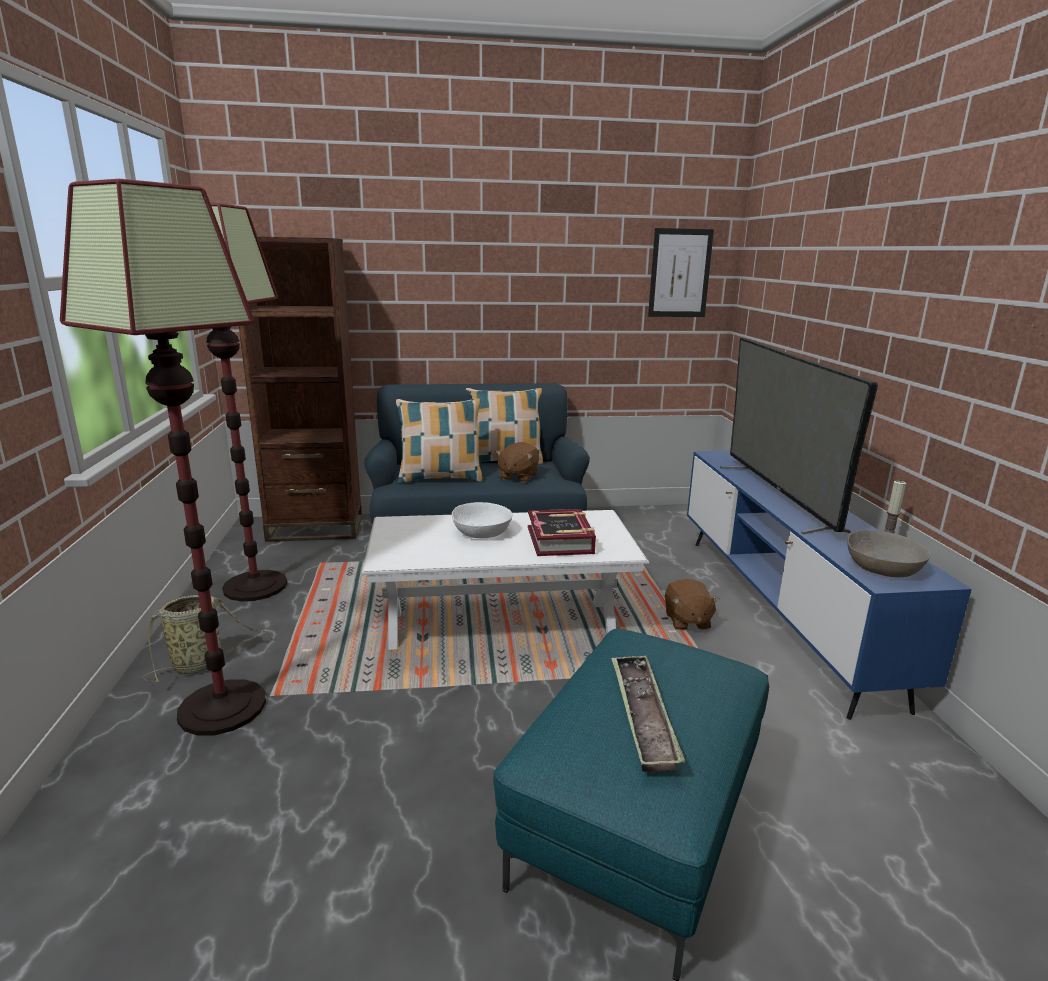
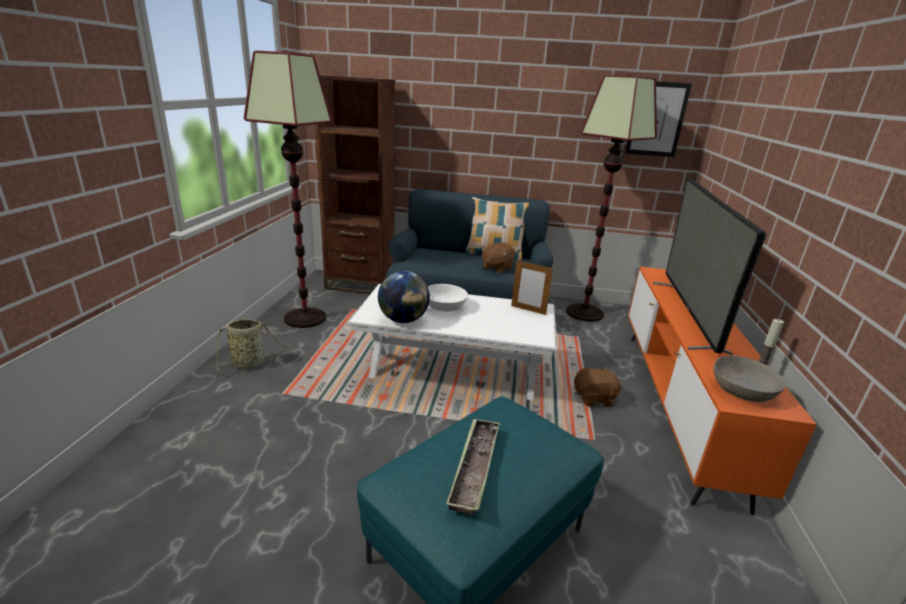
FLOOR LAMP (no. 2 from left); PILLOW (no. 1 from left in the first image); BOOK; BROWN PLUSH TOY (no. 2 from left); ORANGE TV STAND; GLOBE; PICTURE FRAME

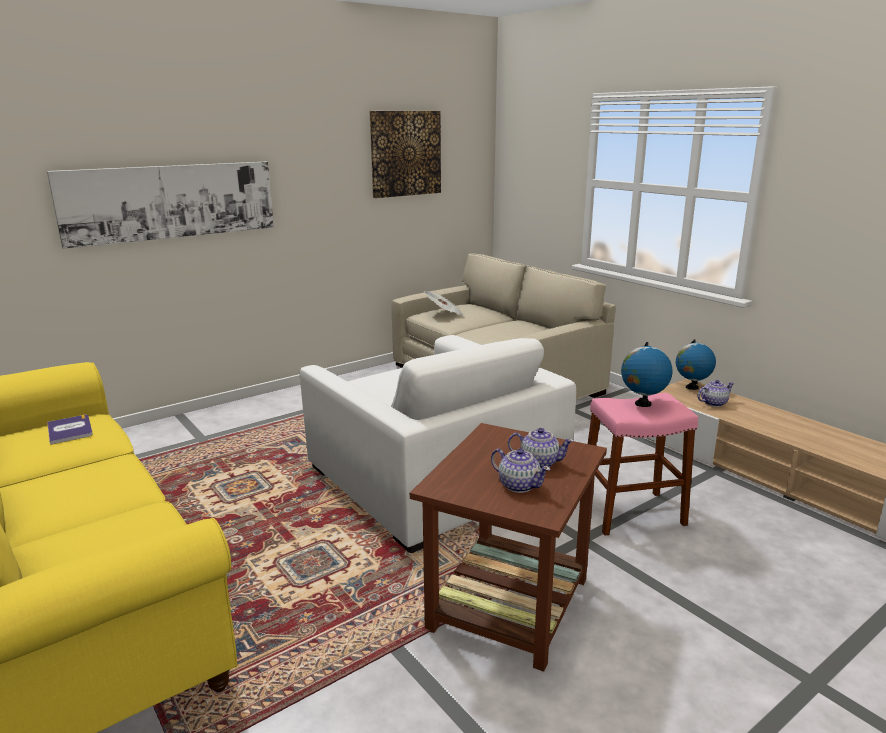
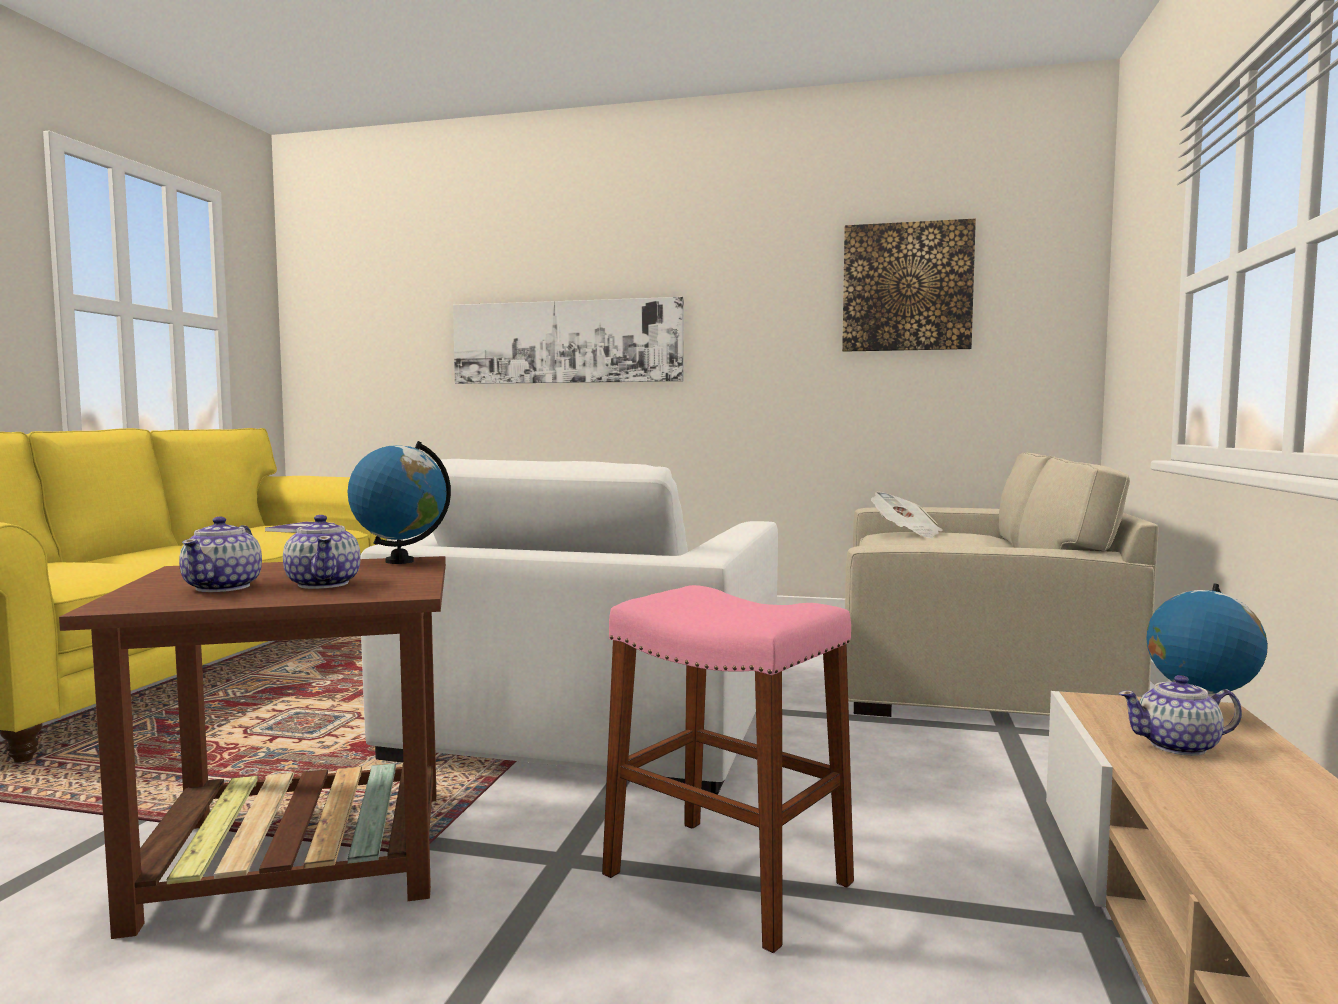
GLOBE (no. 1 from left); TEAPOT (no. 3 from left)

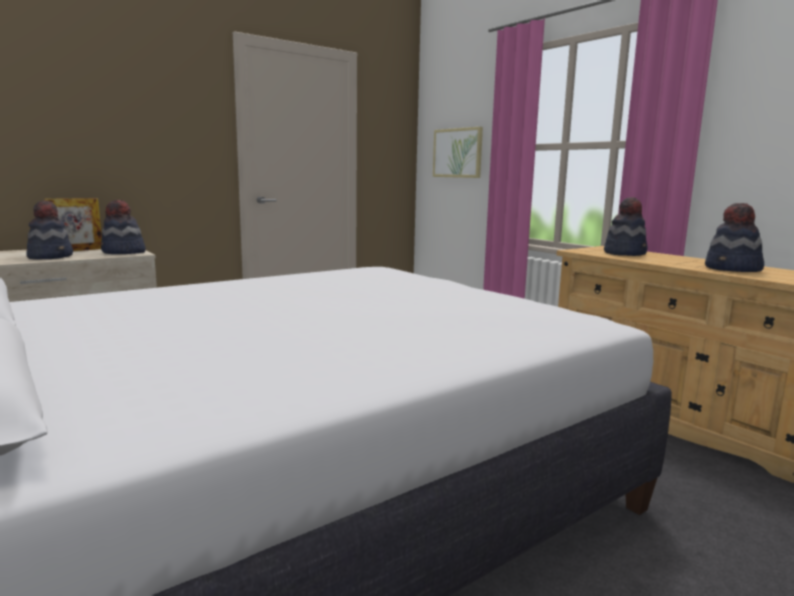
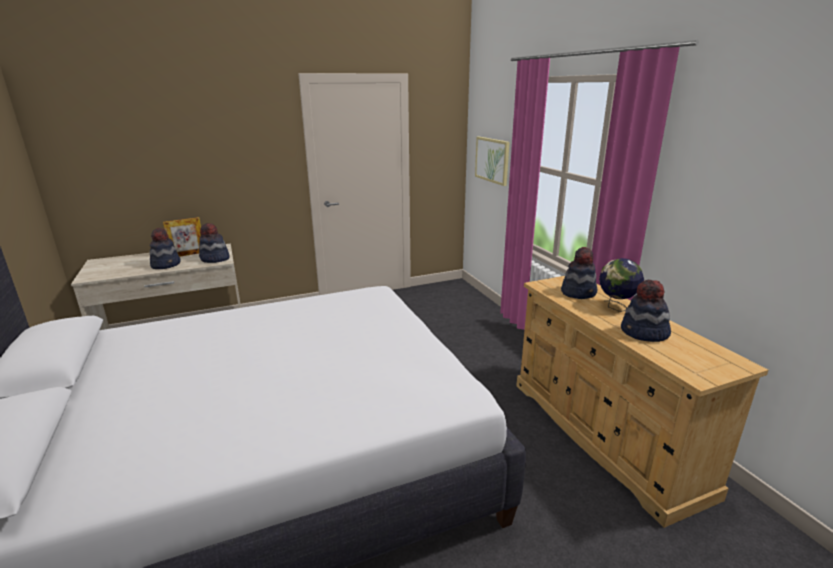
GLOBE

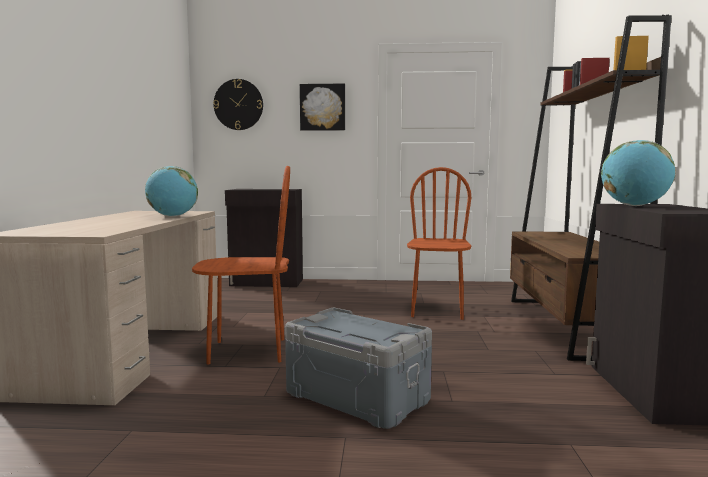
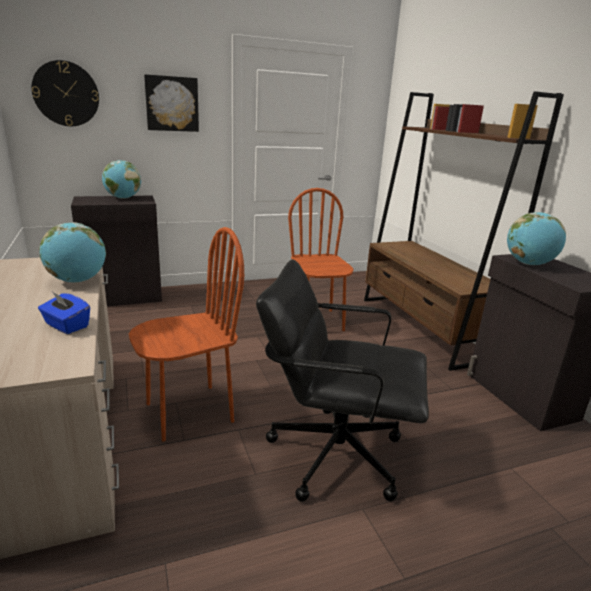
BLACK OFFICE CHAIR; BLUE TISSUE BOX; GLOBE (no. 2 from left)

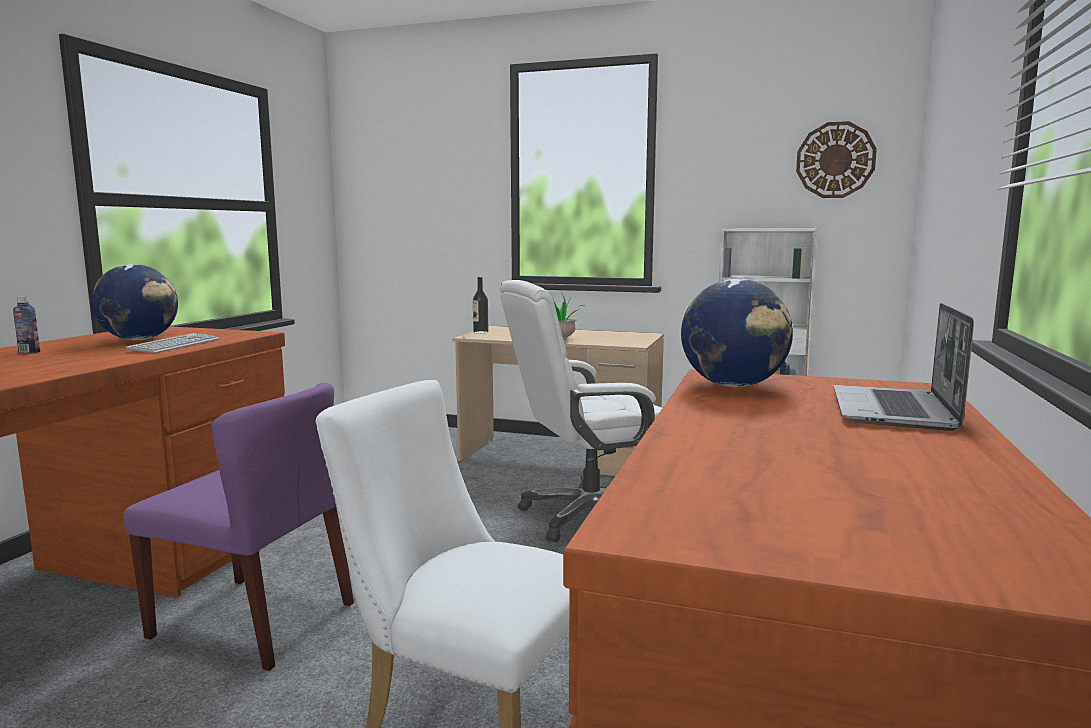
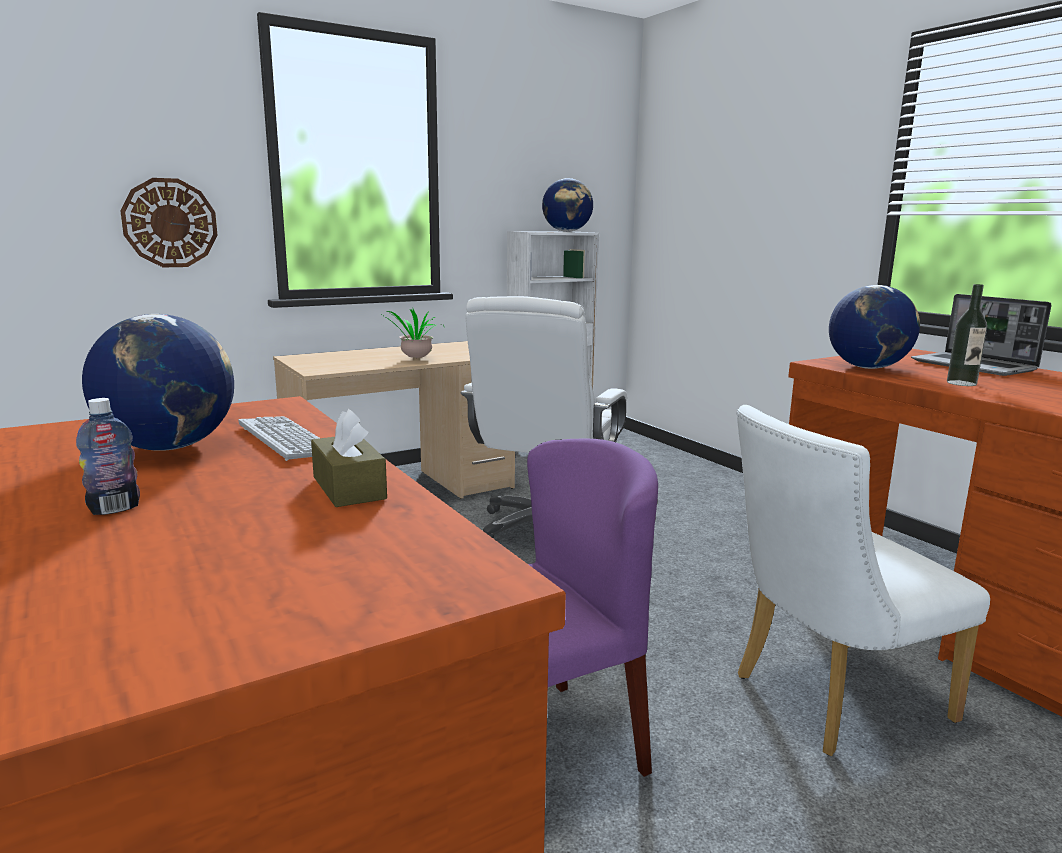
BOTTLE (no. 2 from left); WALL CLOCK; BROWN TISSUE BOX; GLOBE (no. 2 from left)

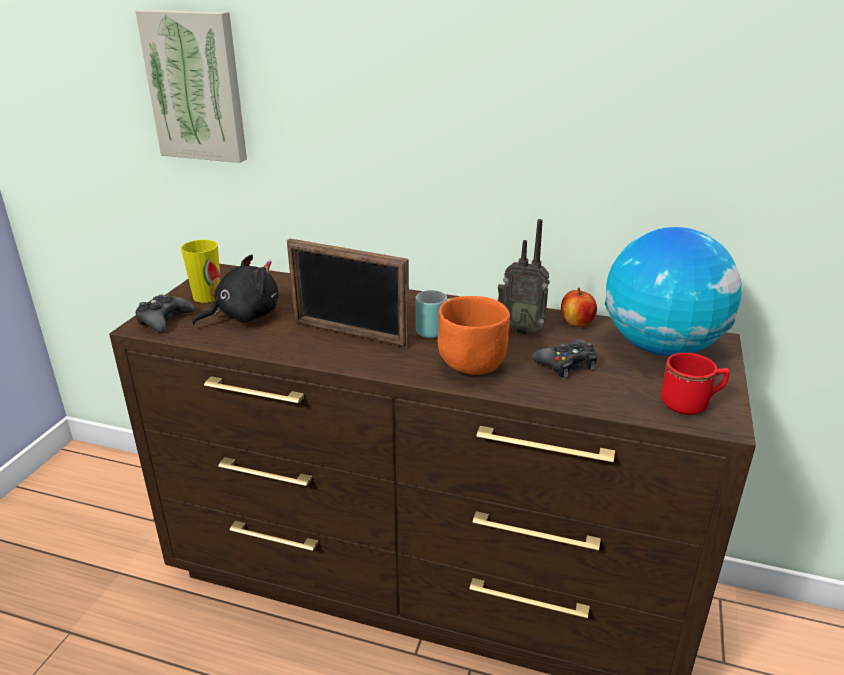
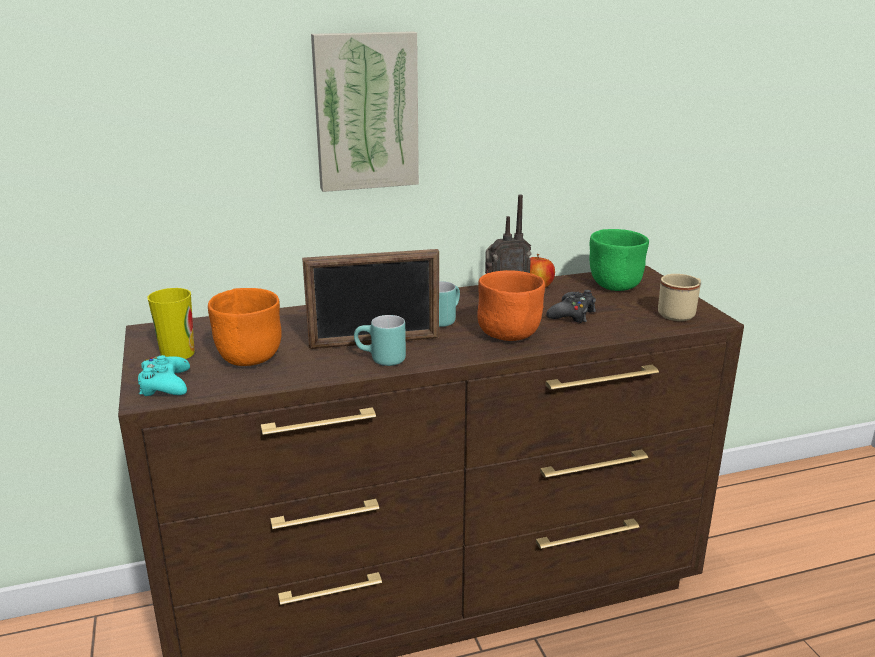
PICTURE; TURQUOISE GAME CONTROLLER; ORANGE BOWL (no. 1 from left); GREEN BOWL; BEIGE MUG; TURQUOISE MUG (no. 1 from left)

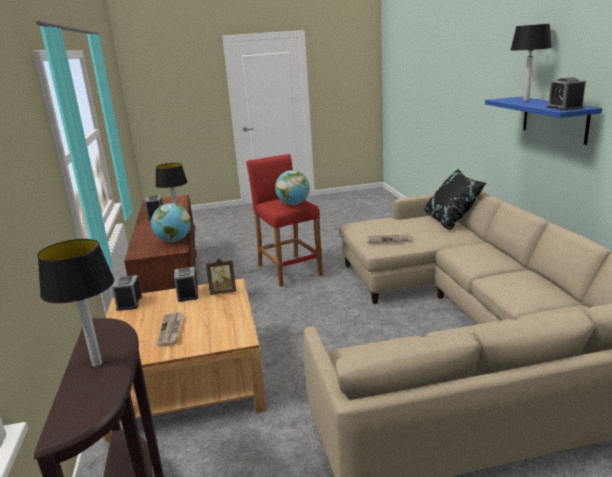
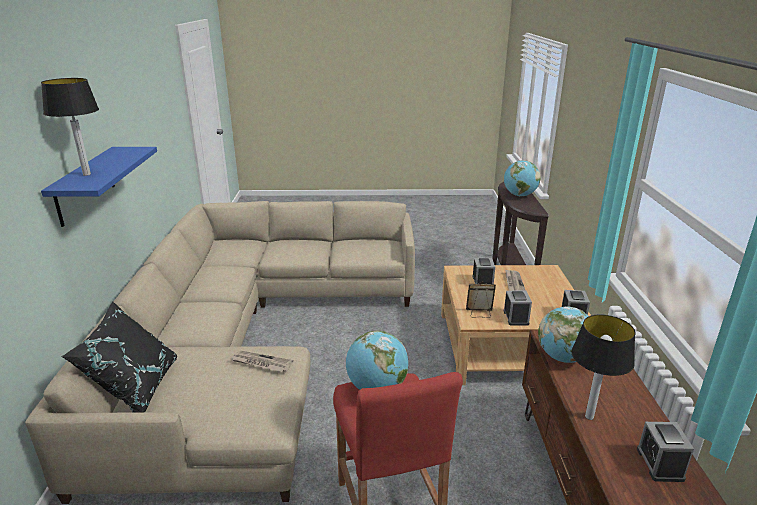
GLOBE (no. 2 from left); ALARM CLOCK (no. 1 from left)

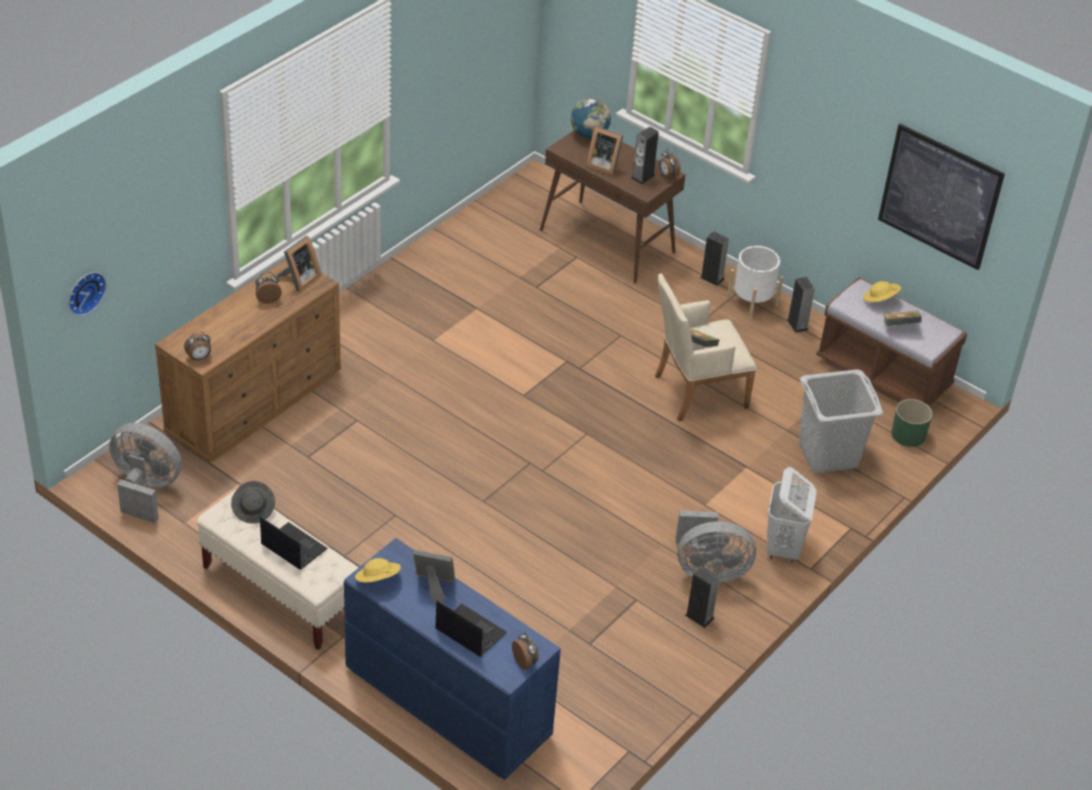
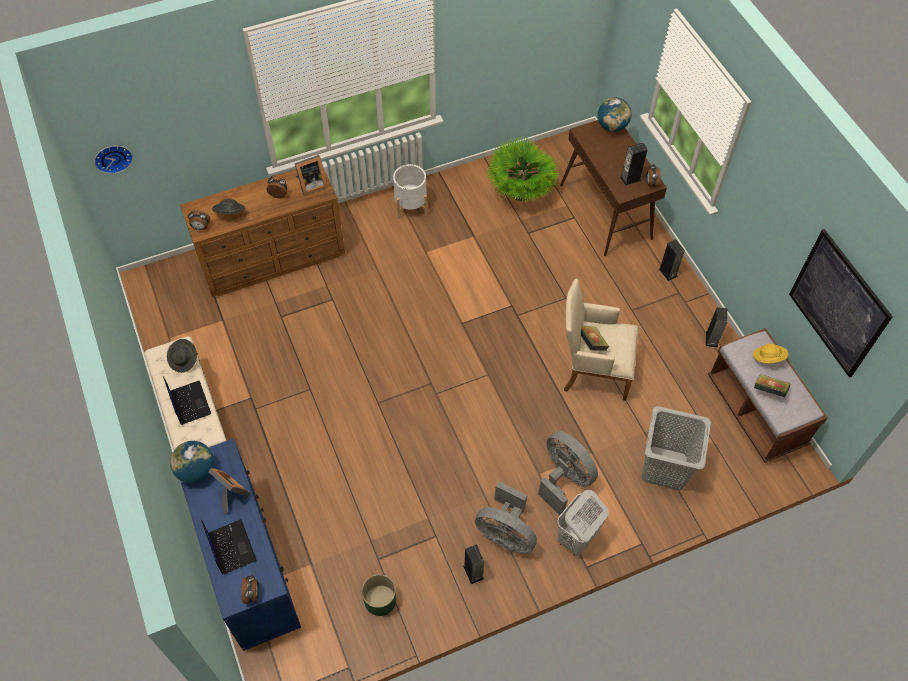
GREY FAN (no. 2 from left); GLOBE (no. 1 from left); PICTURE FRAME (no. 3 from left in the first image); WHITE PLANTER; GREEN PLANTER; GREY HAT (no. 2 from left); POTTED PLANT

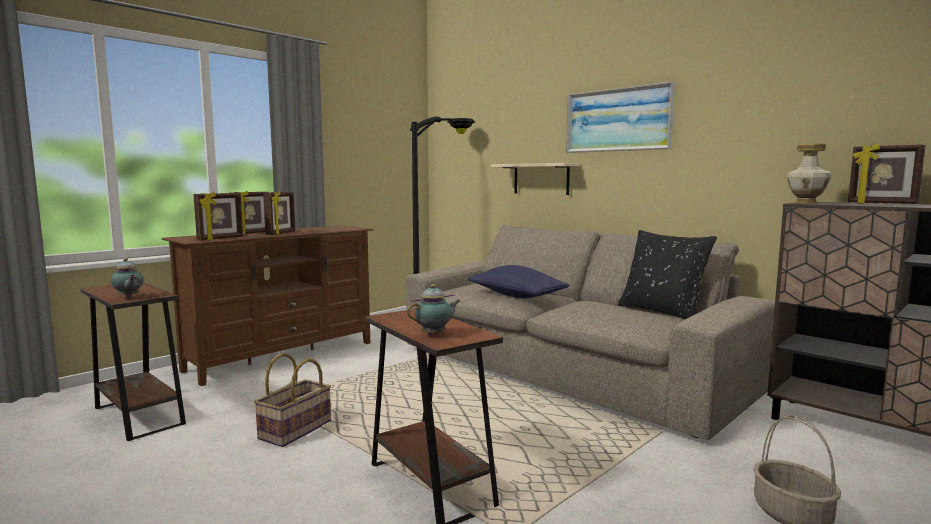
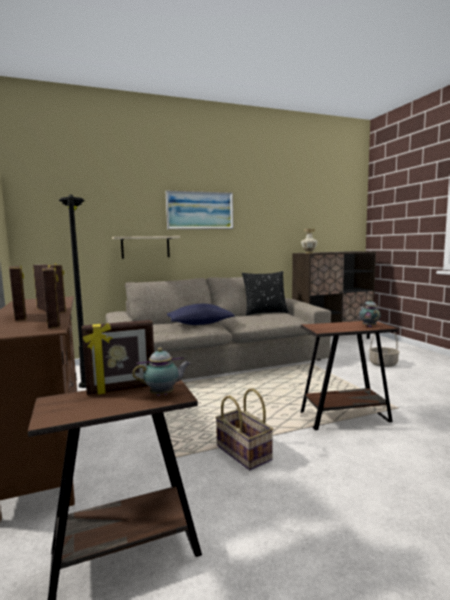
PICTURE FRAME (no. 4 from left)

